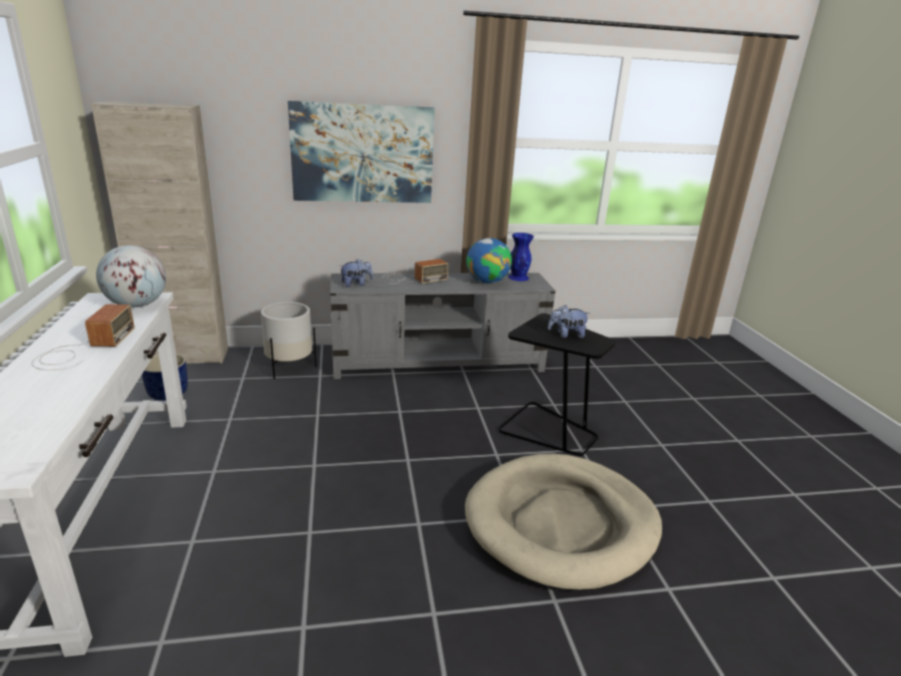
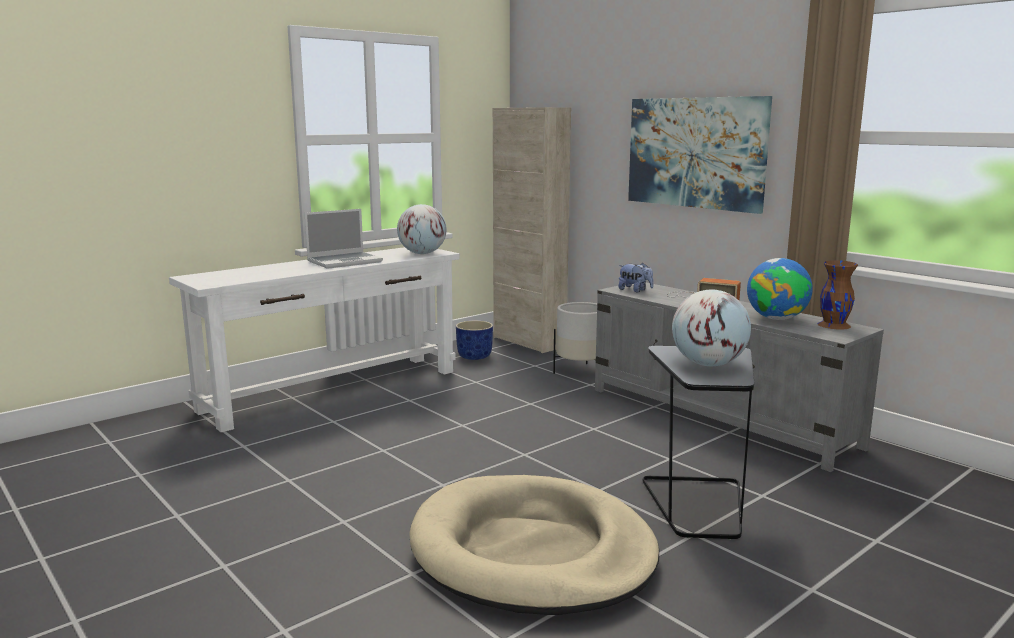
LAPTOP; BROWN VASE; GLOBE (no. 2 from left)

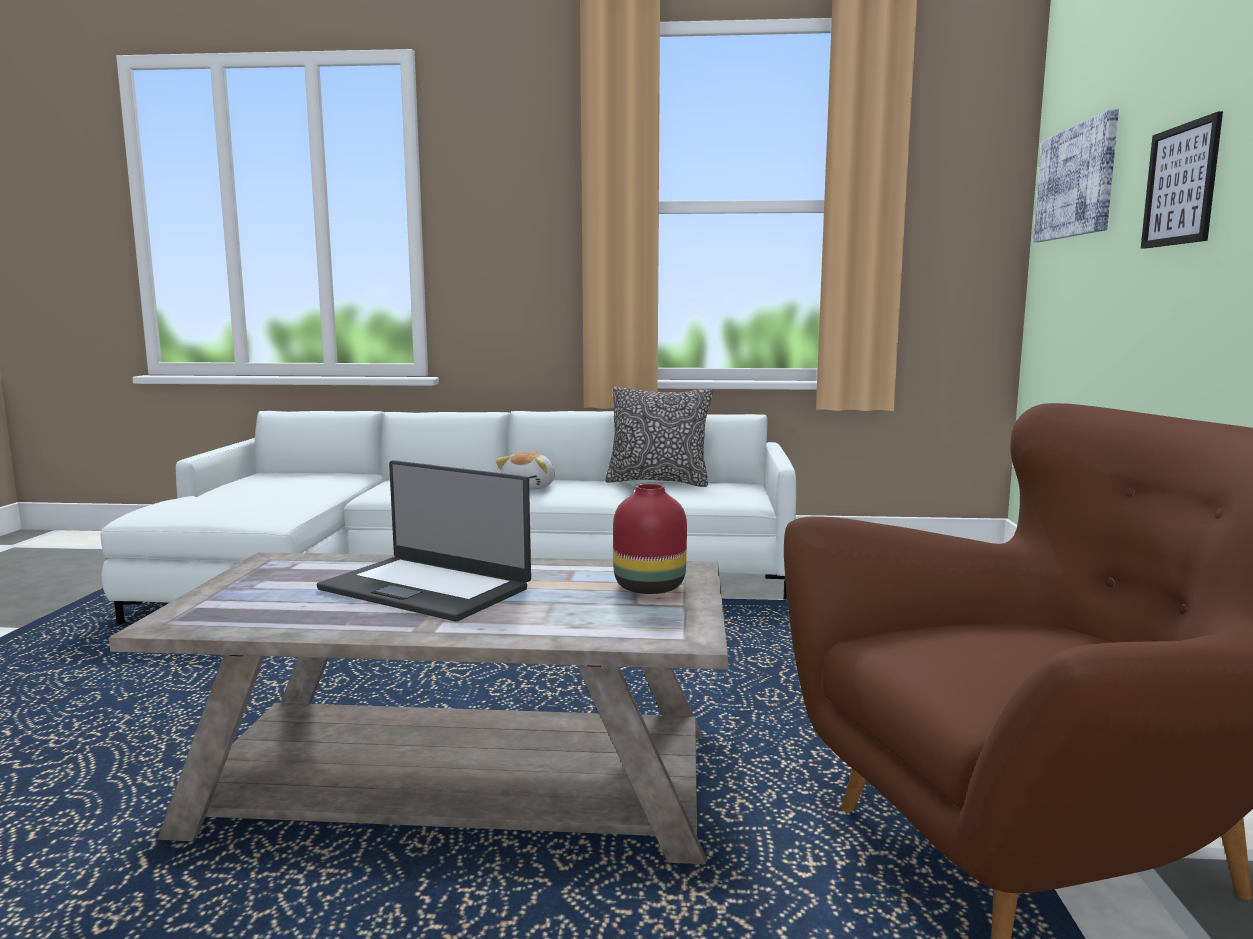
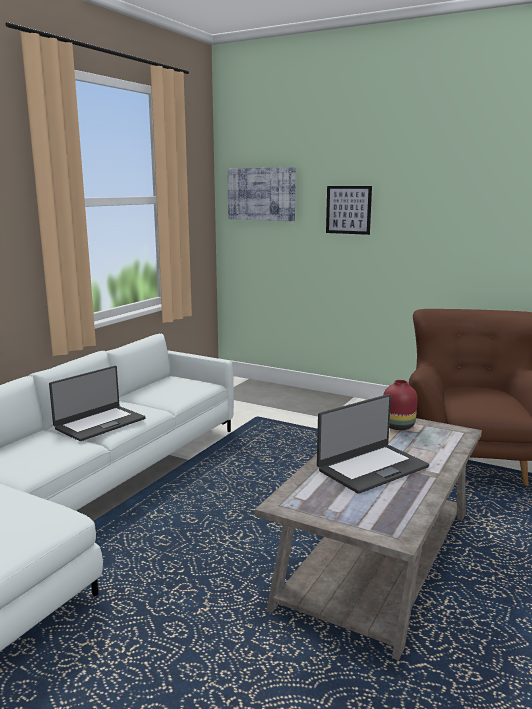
LAPTOP (no. 1 from left); PILLOW

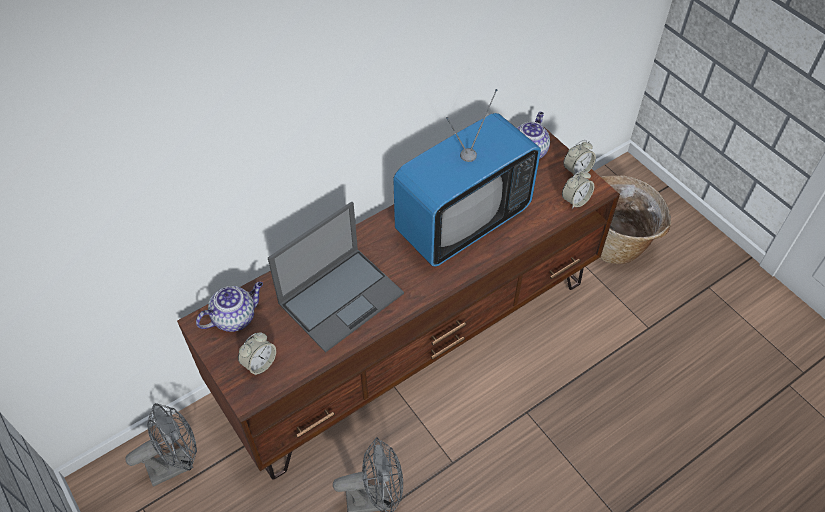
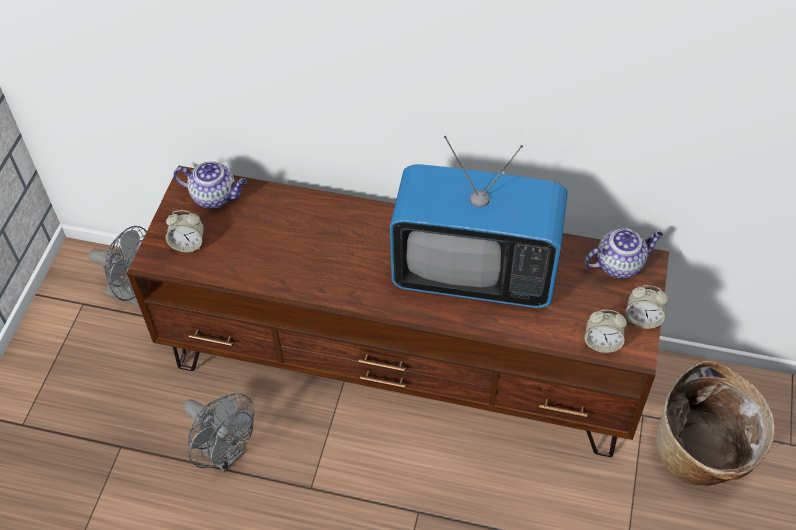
LAPTOP

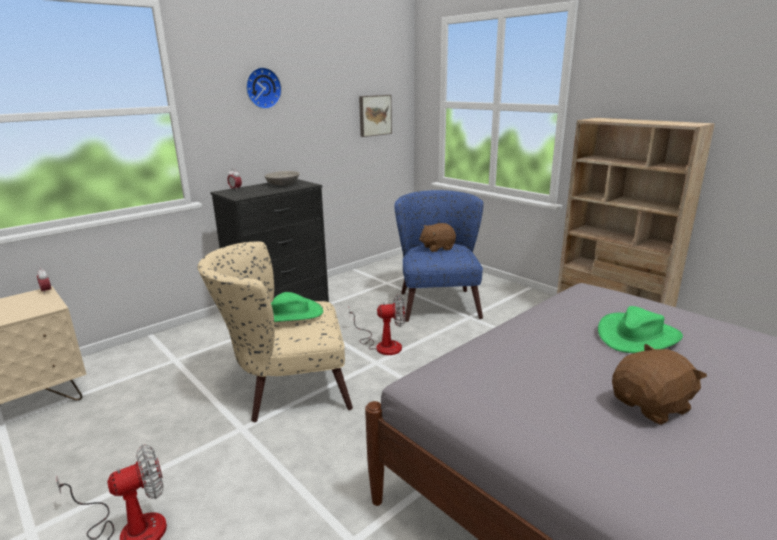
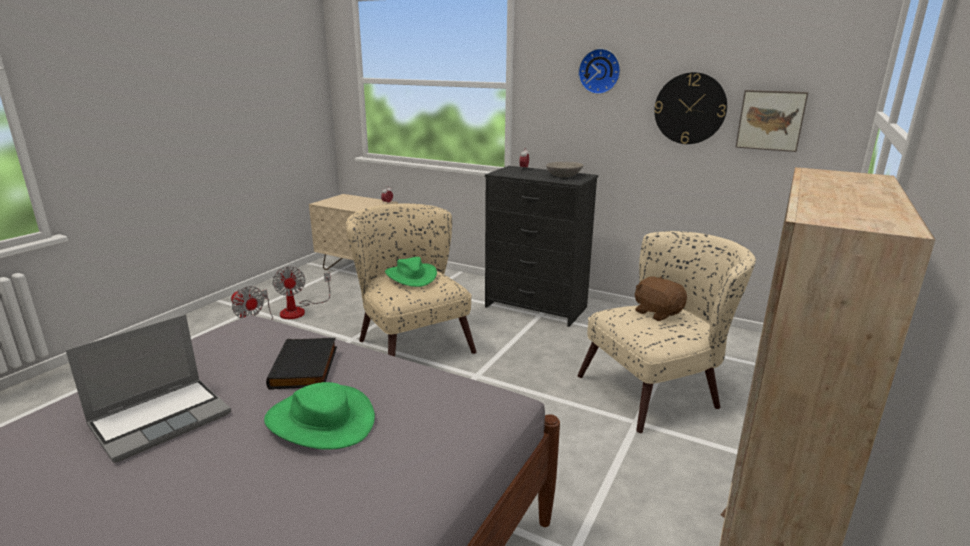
FAN (no. 2 from left); BEIGE ARMCHAIR (no. 2 from left); LAPTOP; BLACK BOOK; WALL CLOCK (no. 2 from left)

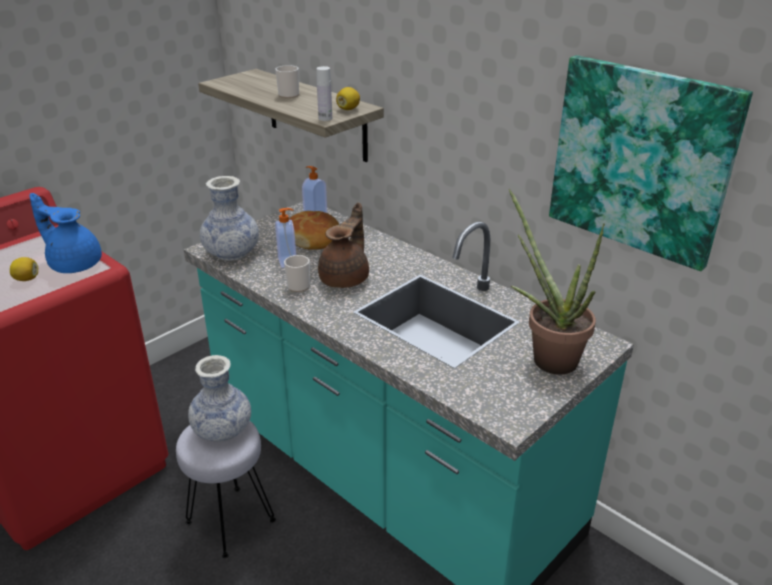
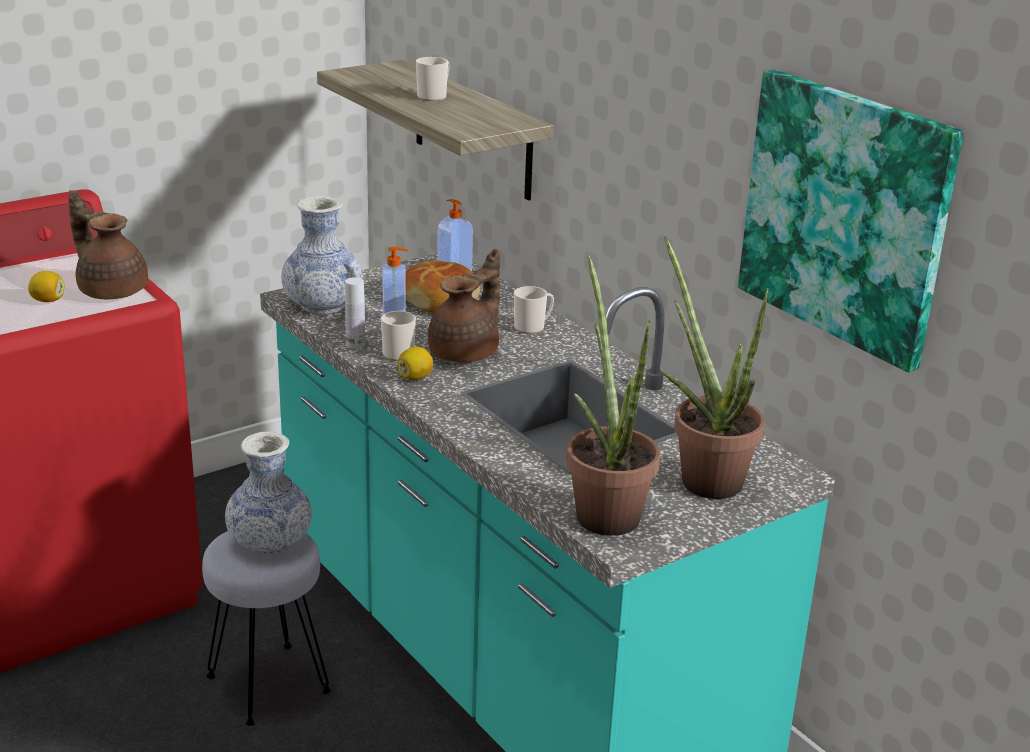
BROWN TEAPOT (no. 1 from left); WHITE BOTTLE; LEMON (no. 2 from left); MUG (no. 3 from left); POTTED PLANT (no. 1 from left)

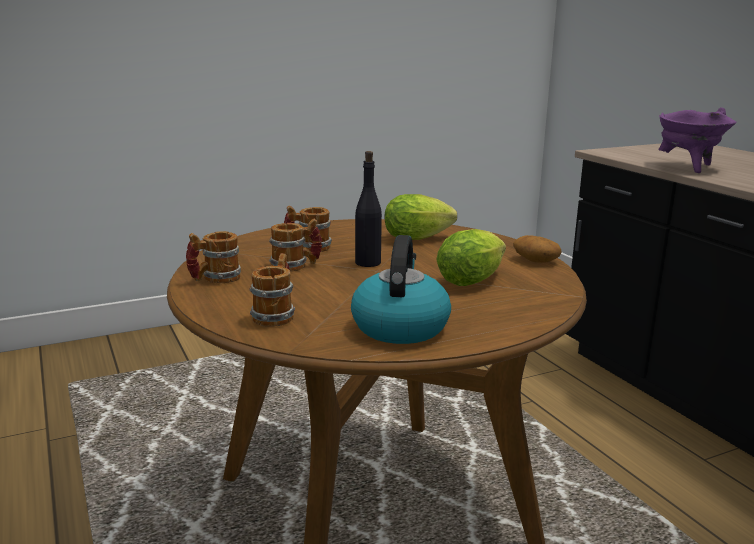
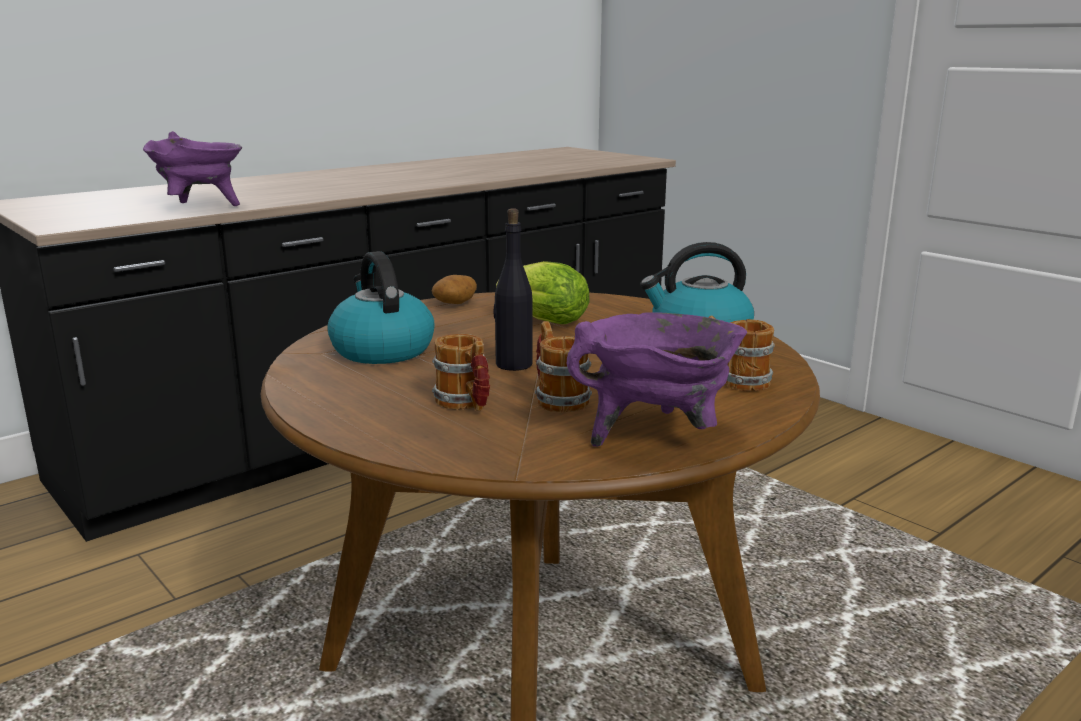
PURPLE COOKING POT (no. 2 from left); KETTLE (no. 1 from left)

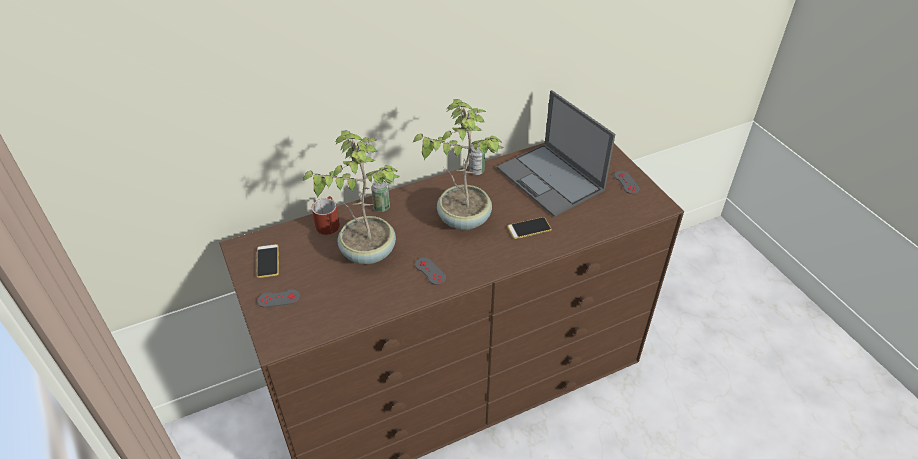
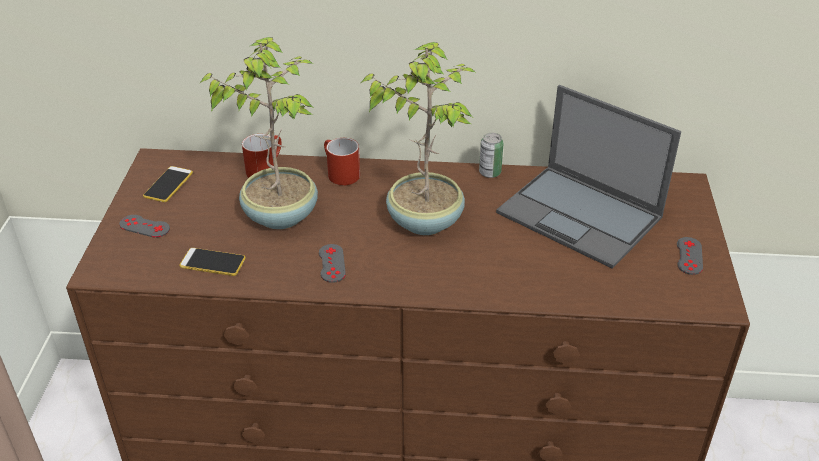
RED MUG (no. 2 from left); LAPTOP; PHONE (no. 2 from left)

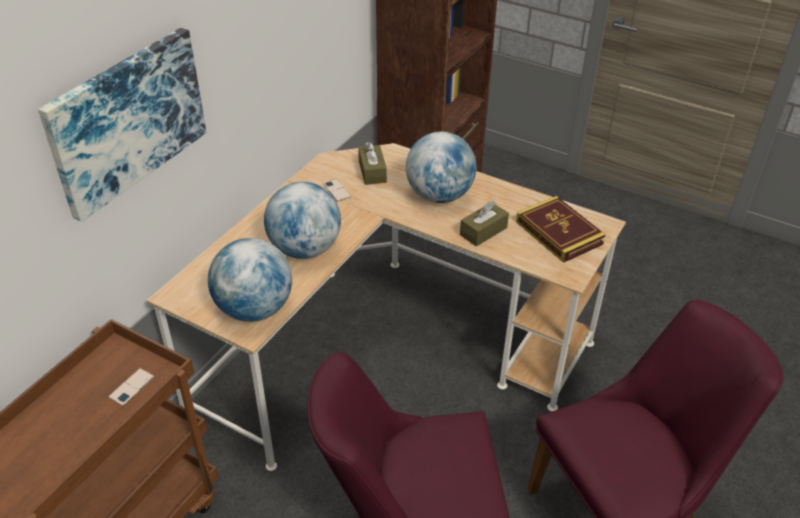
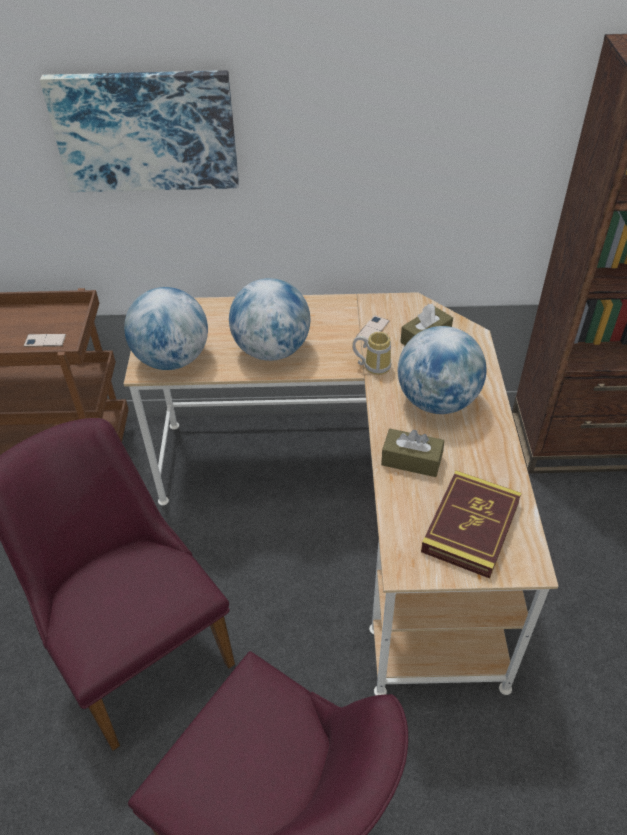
MUG

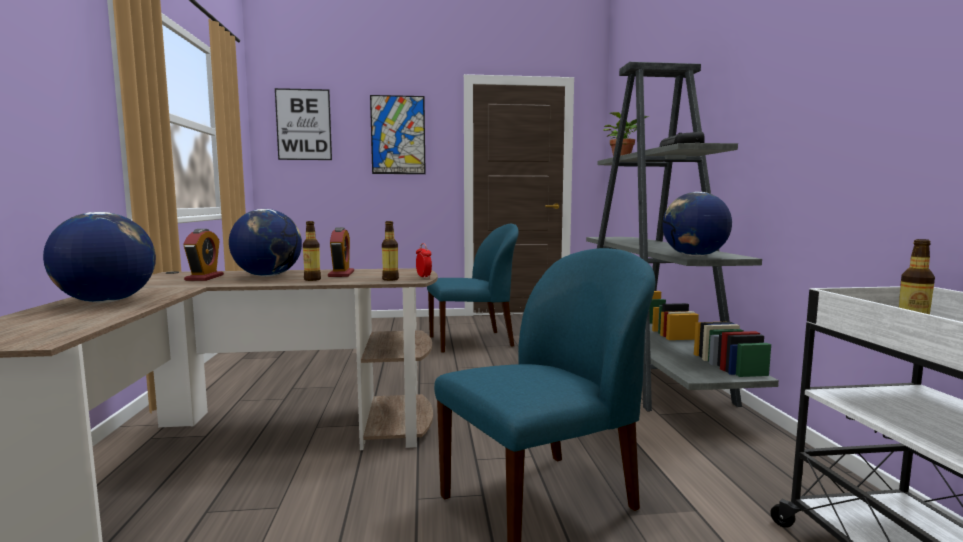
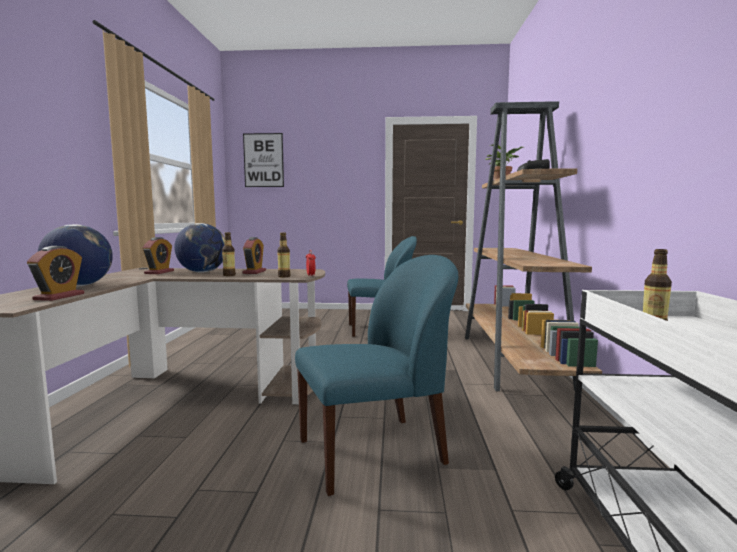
PICTURE (no. 2 from left in the first image); BROWN BOOKCASE; GLOBE (no. 3 from left in the first image); ALARM CLOCK (no. 1 from left)

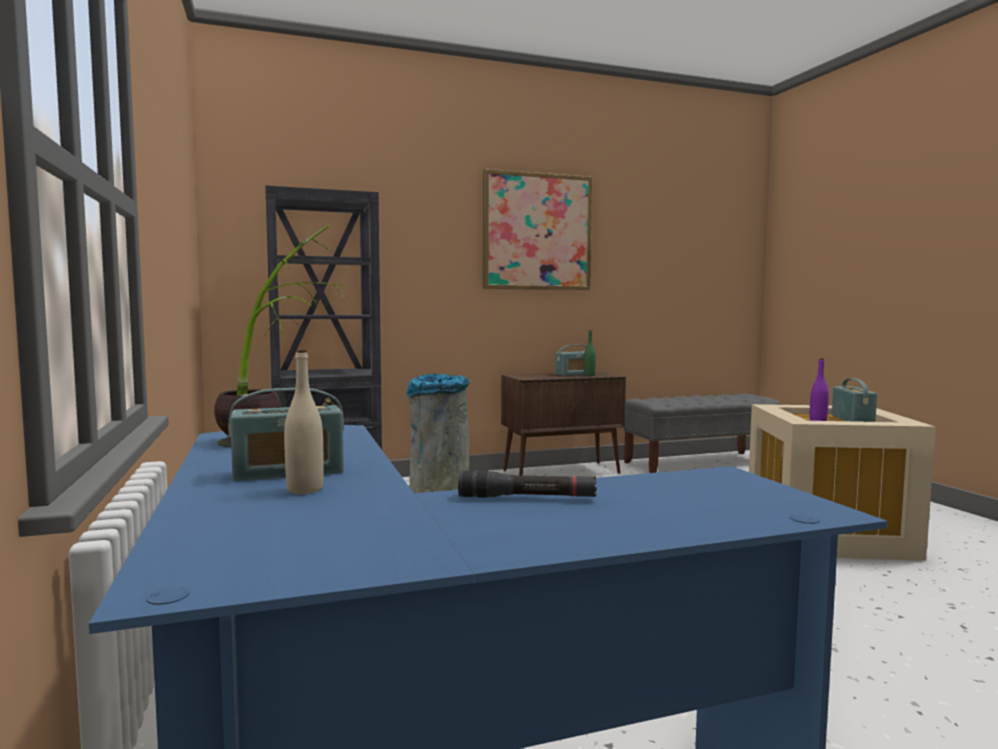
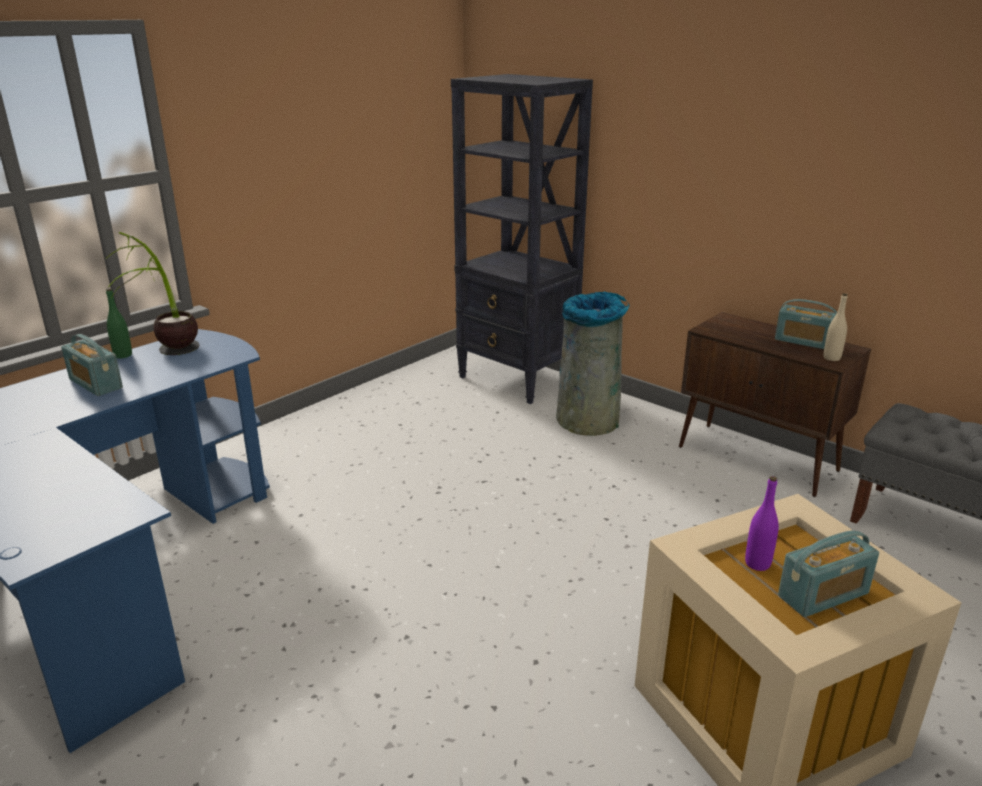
BEIGE BOTTLE; BLACK FLASHLIGHT; PICTURE; GREEN BOTTLE

